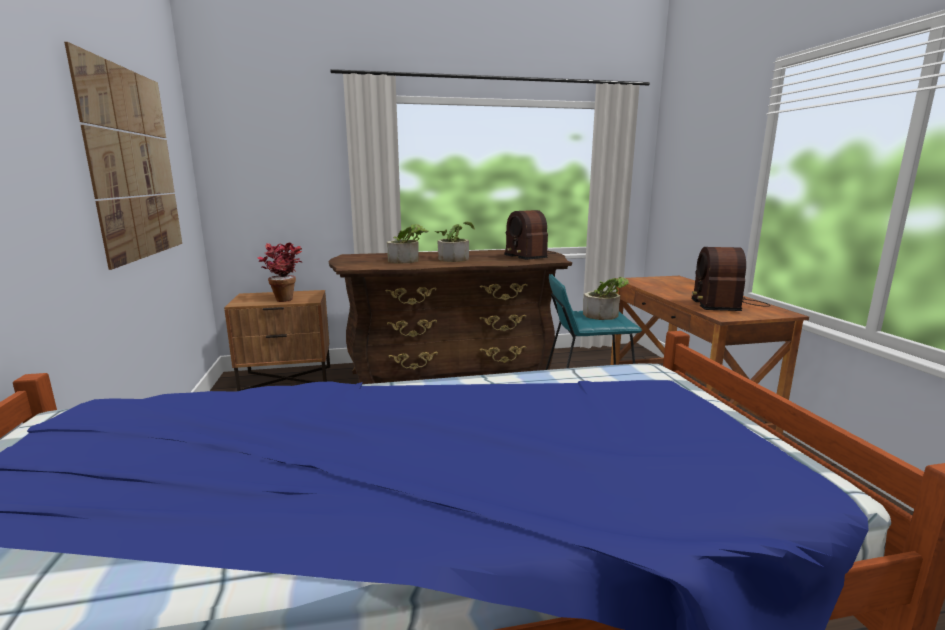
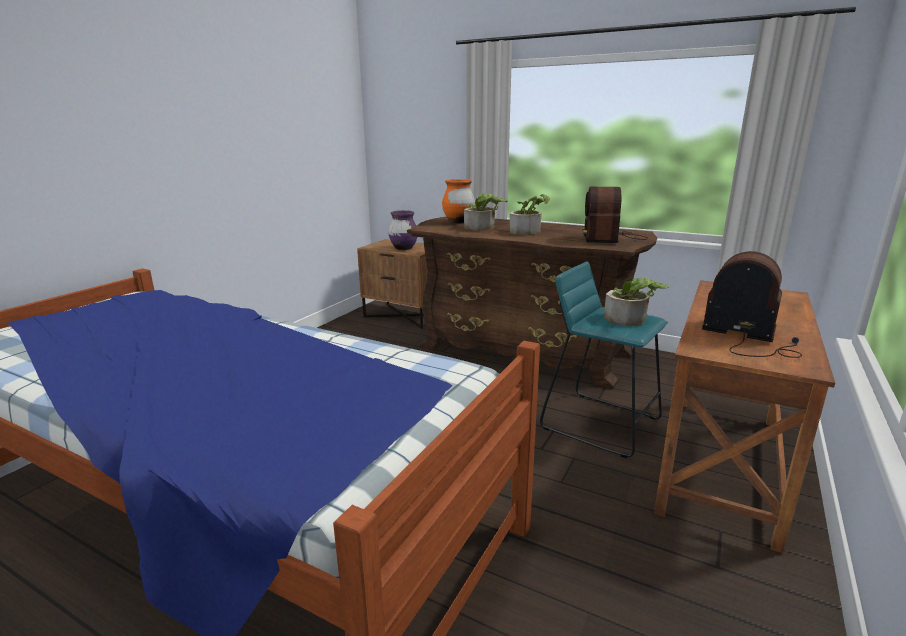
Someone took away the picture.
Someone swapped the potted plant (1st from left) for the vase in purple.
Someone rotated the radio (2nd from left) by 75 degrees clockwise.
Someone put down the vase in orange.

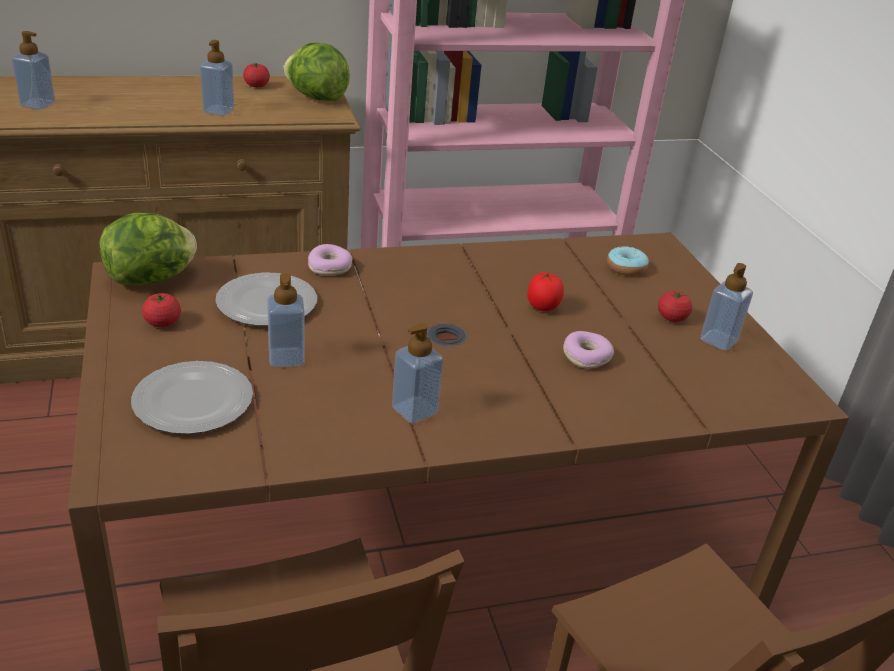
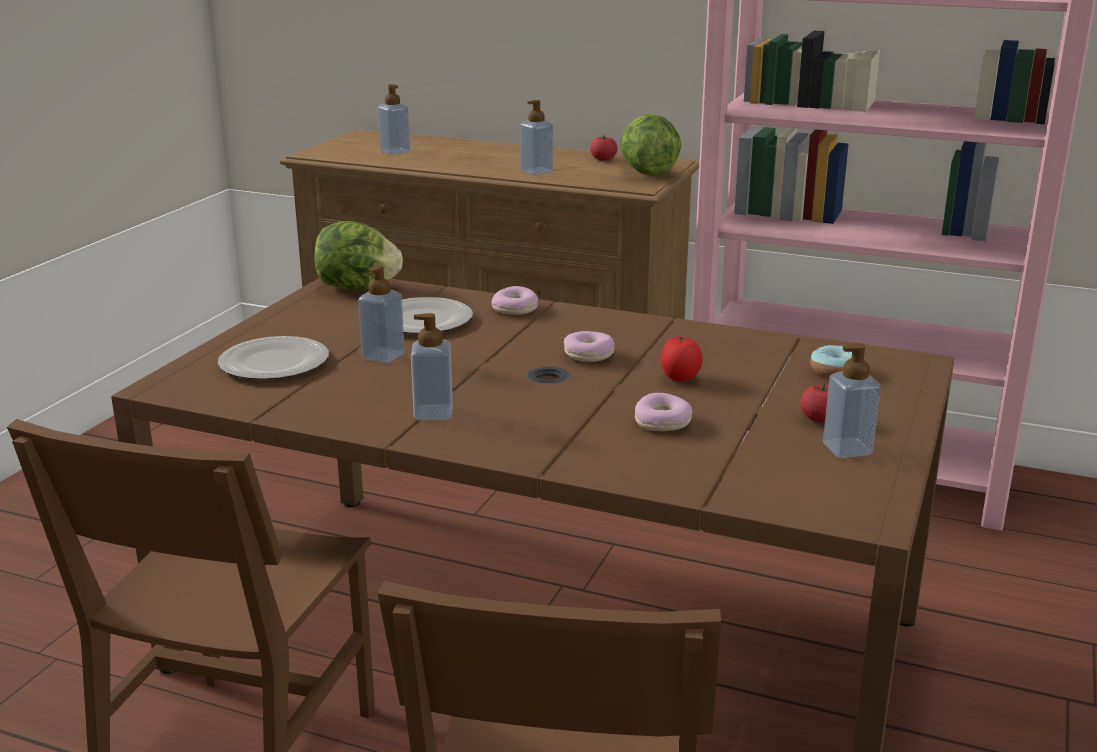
Someone took away the tomato (1st from left).
Someone put down the donut (2nd from left).

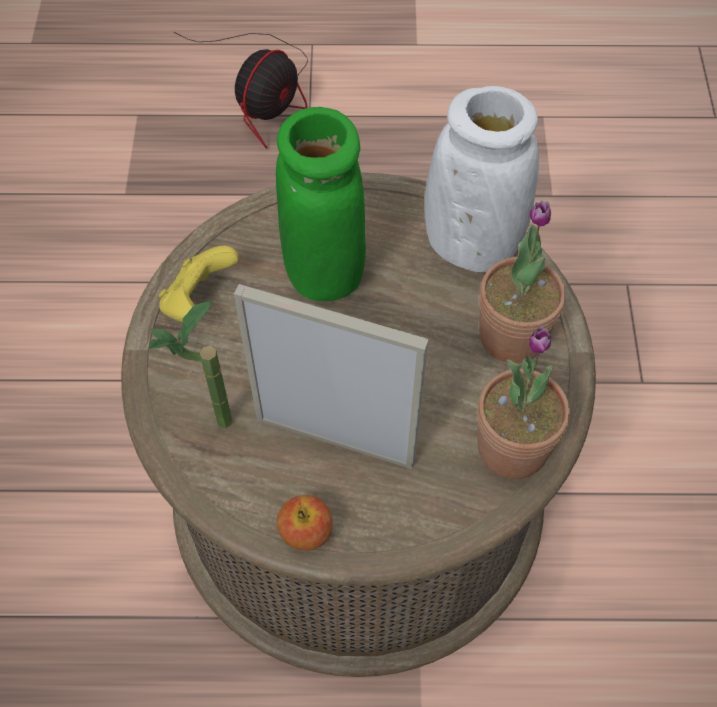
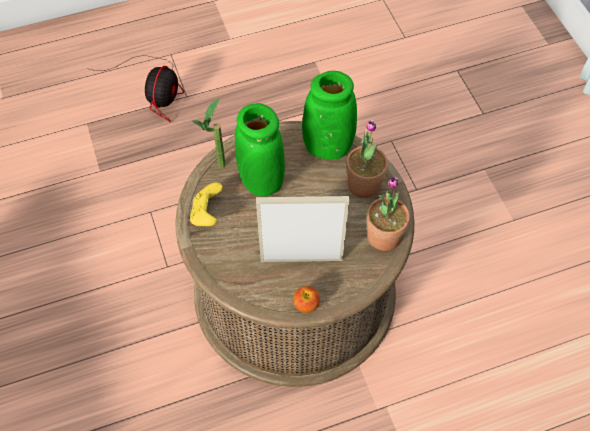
Someone carried the potted plant (1st from left).
Someone repainted the vase in white, which became the vase in green (2nd from left).

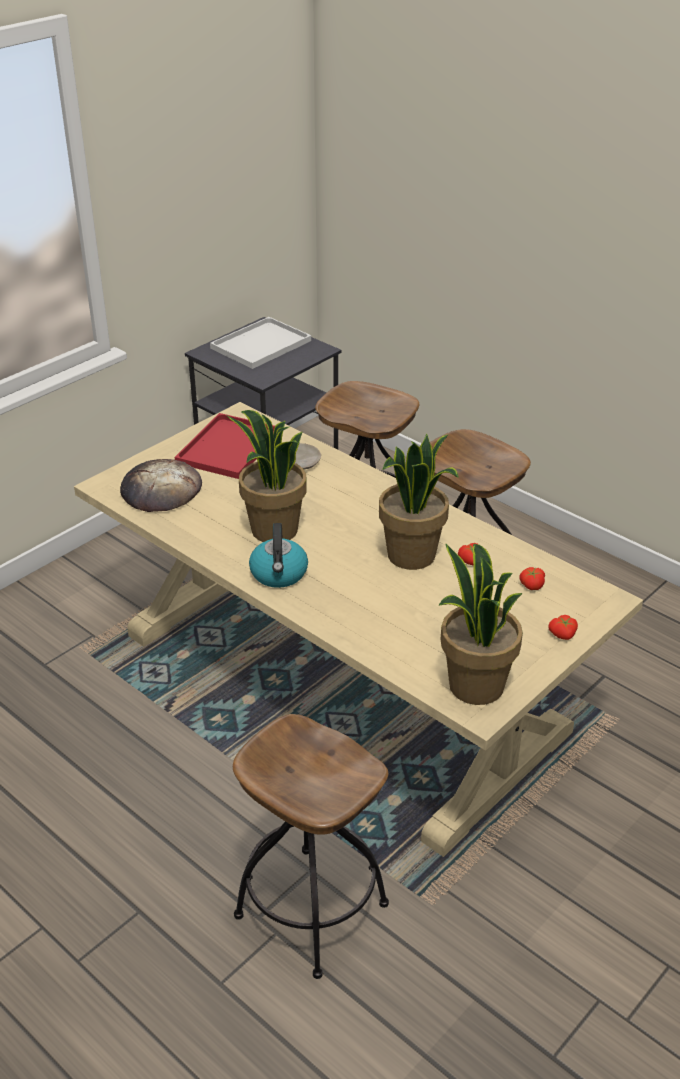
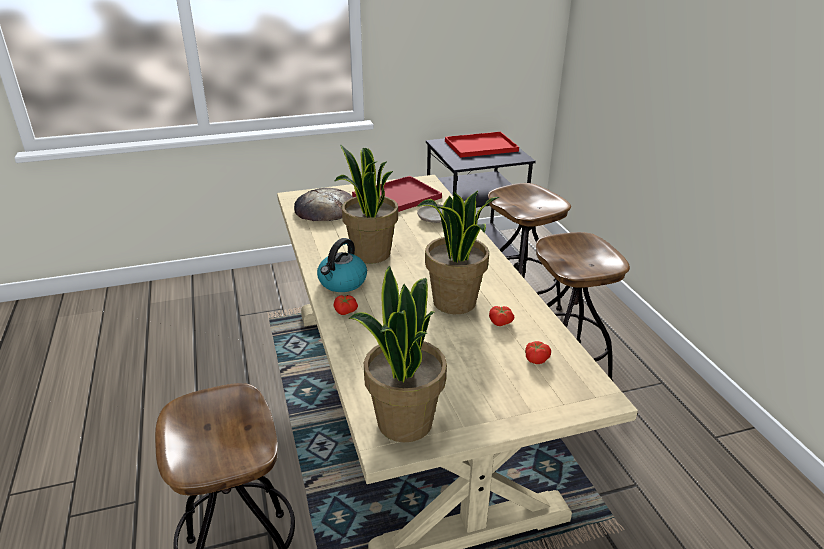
Someone repainted the tray in white, which became the tray in red (2nd from left).
Someone carried the tomato (3rd from left in the first image).

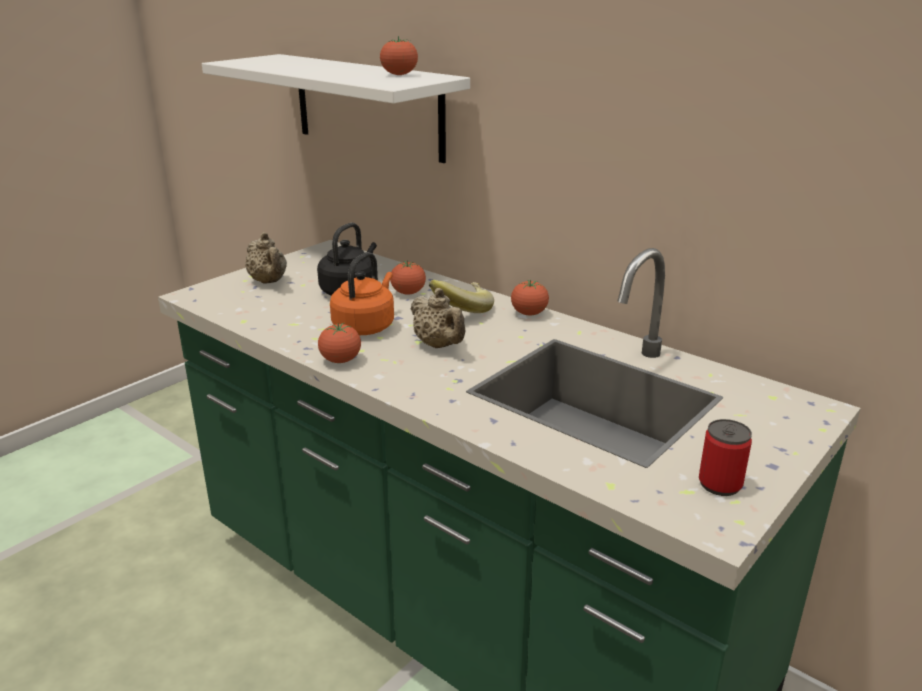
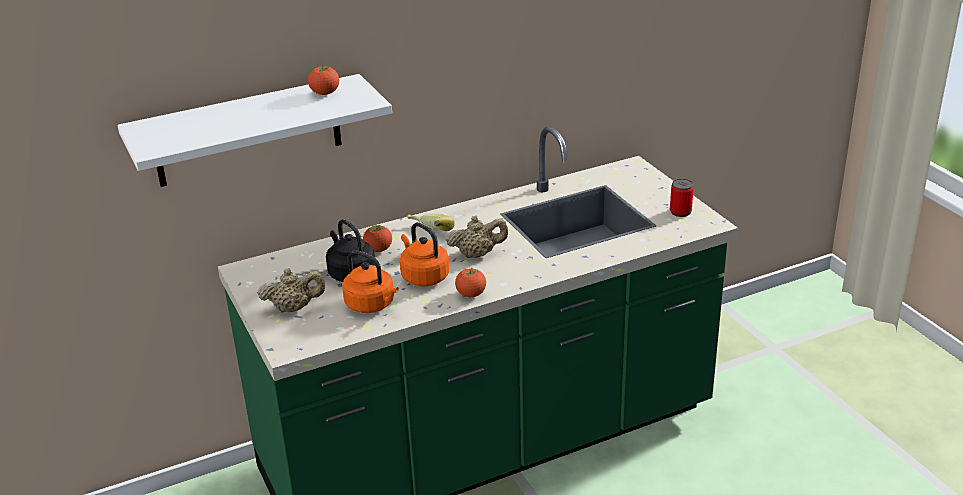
Someone took away the tomato (4th from left).
Someone put down the kettle in orange (1st from left).

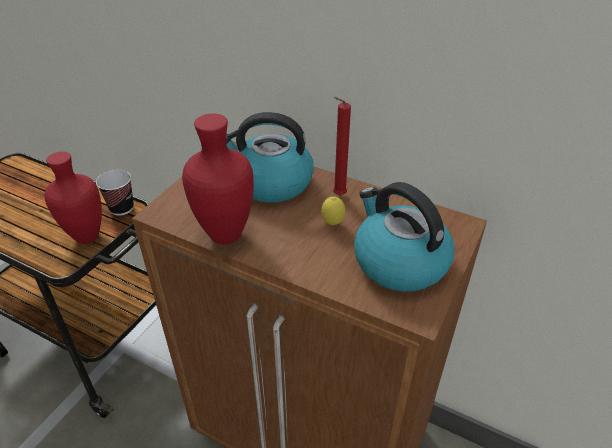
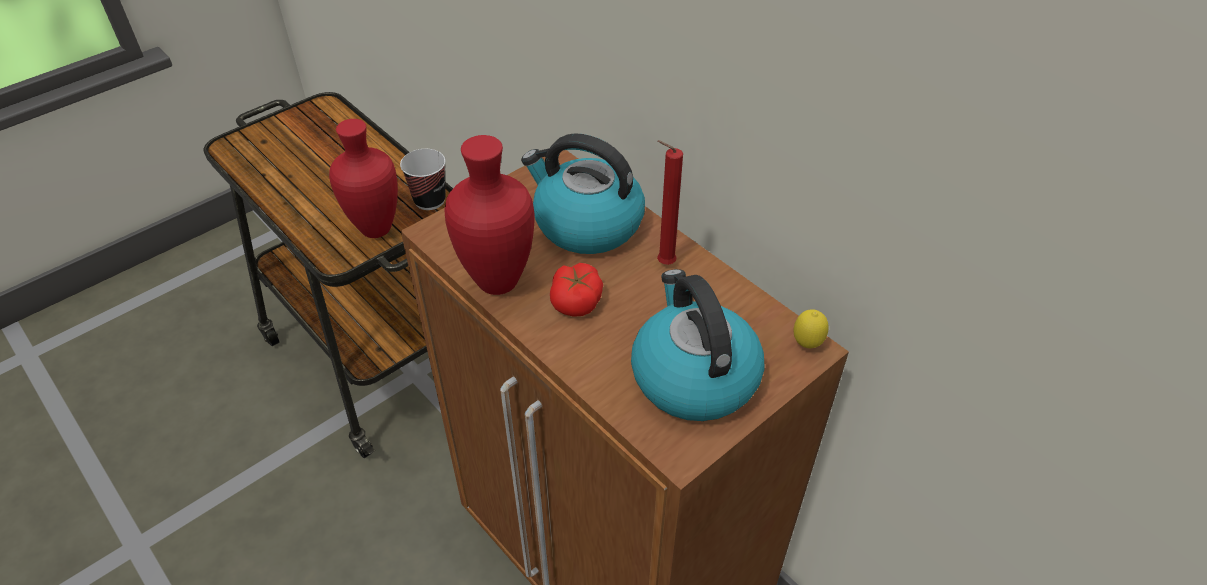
Someone carried the lemon.
Someone put down the tomato.

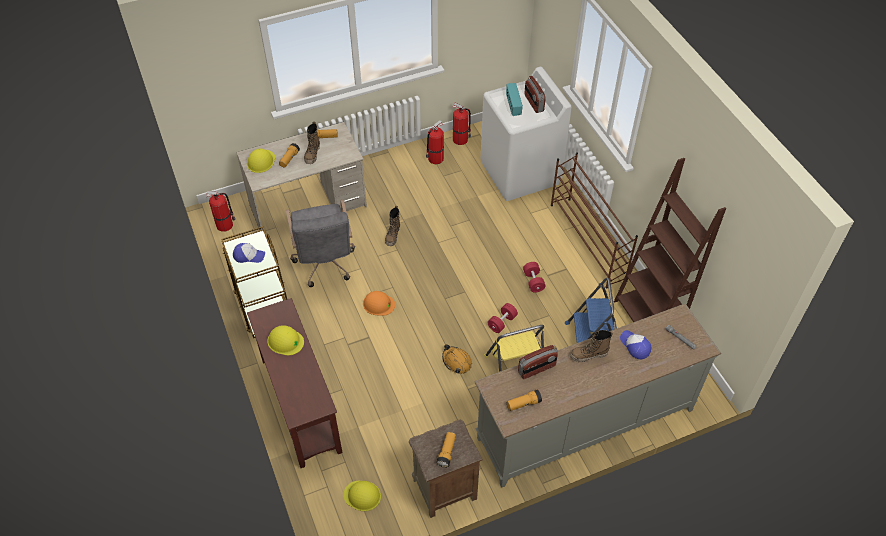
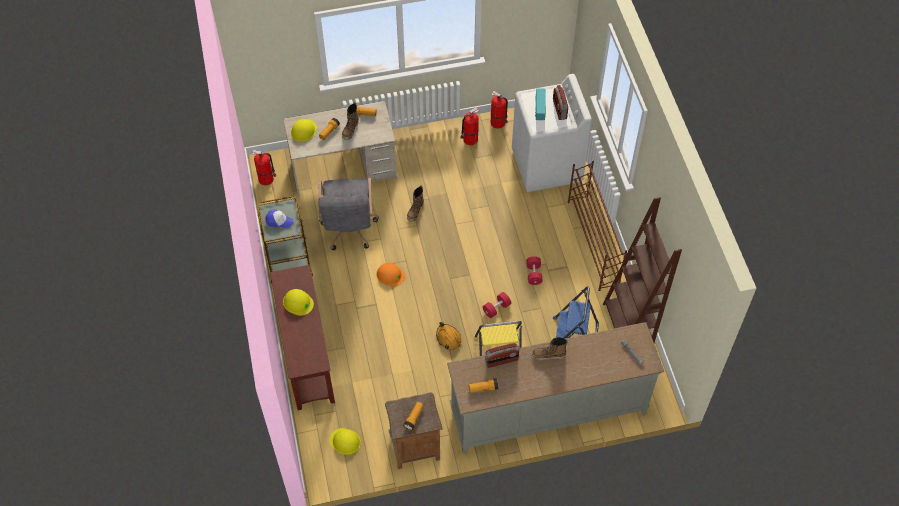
Someone took away the cap (2nd from left).

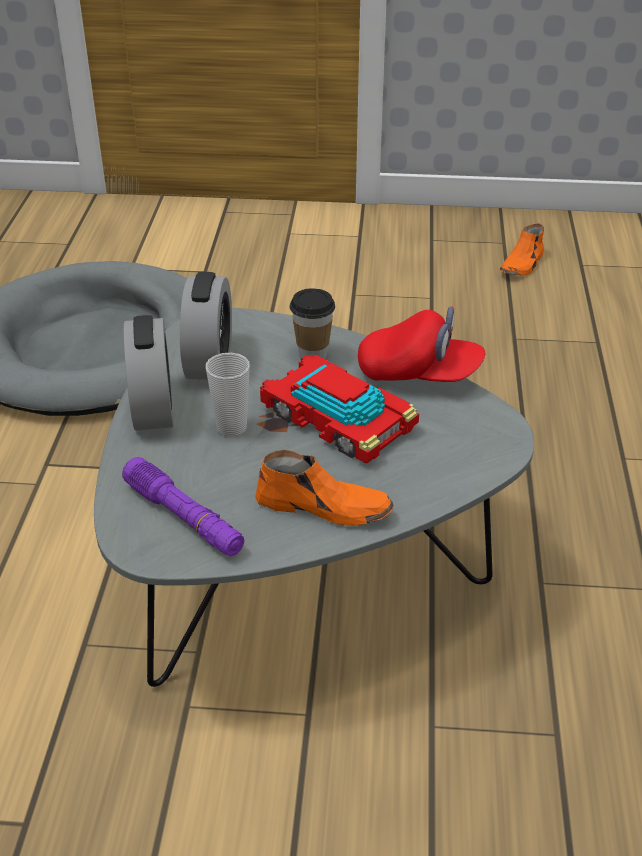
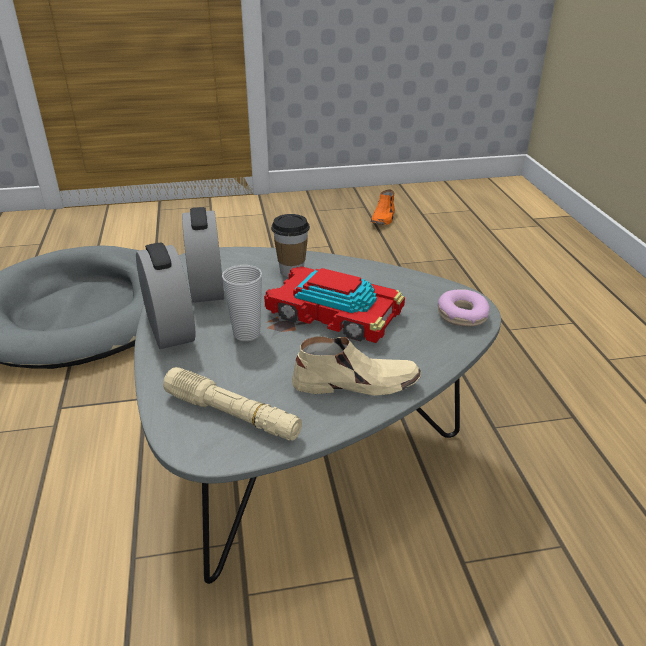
Someone repainted the flashlight in purple, which became the flashlight in beige.
Someone repainted the shoe in orange (1st from left), which became the shoe in beige.
Someone took away the cap in red.
Someone put down the donut.

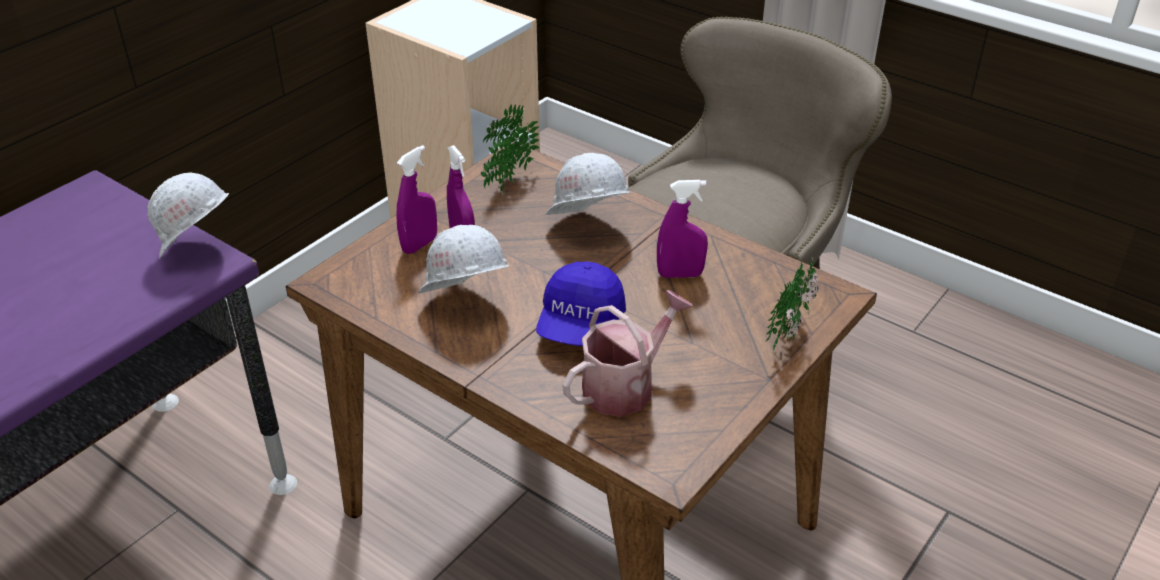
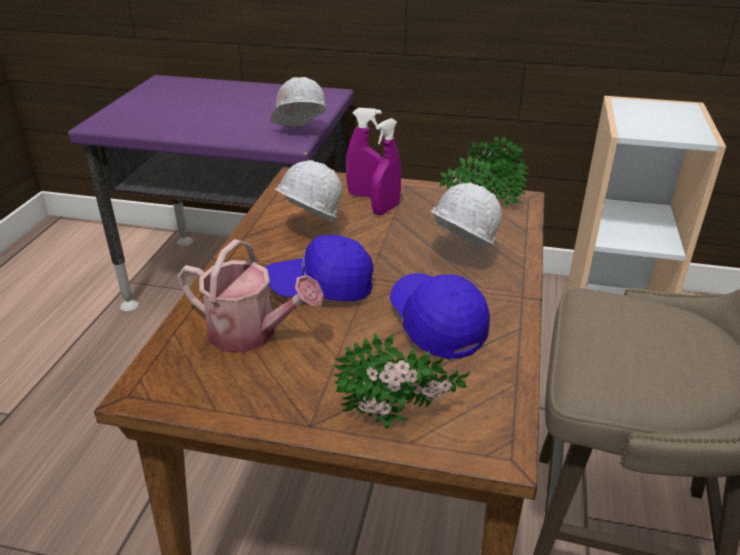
Someone swapped the spray bottle in purple (3rd from left) for the cap in blue (2nd from left).

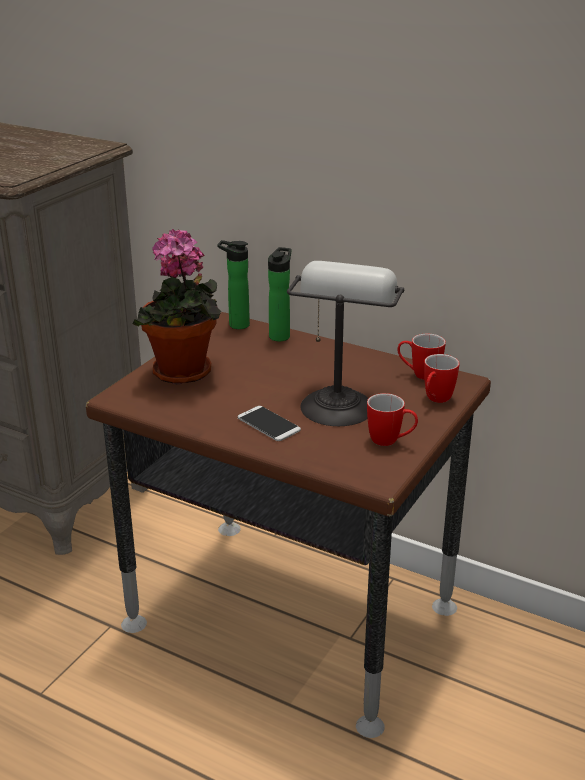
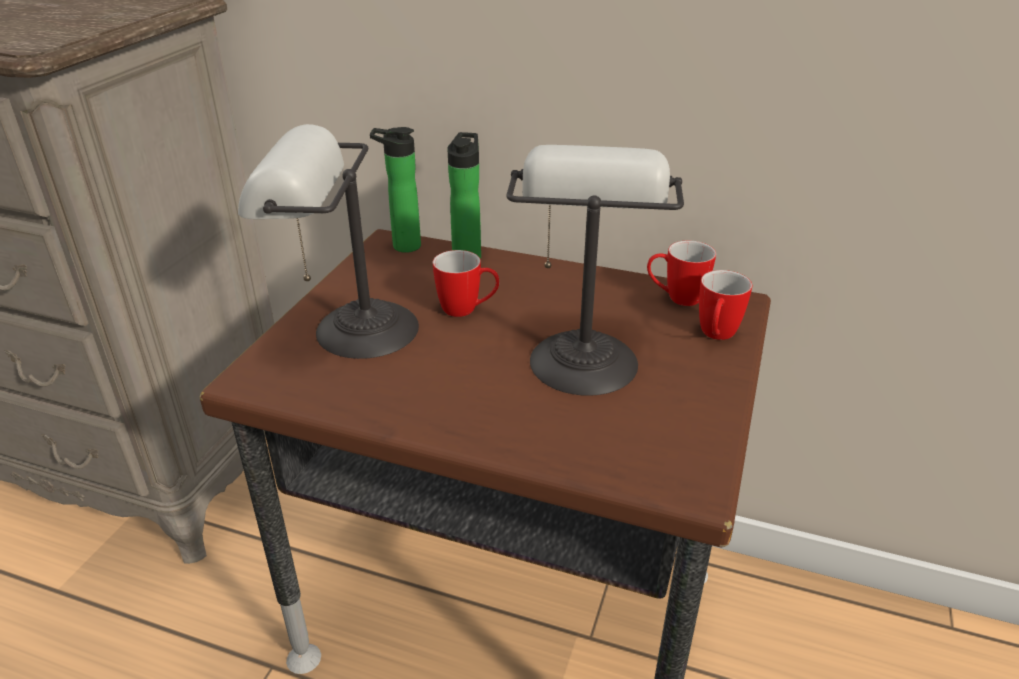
Someone swapped the potted plant for the table lamp (1st from left).
Someone took away the phone.
Someone carried the mug (1st from left).

